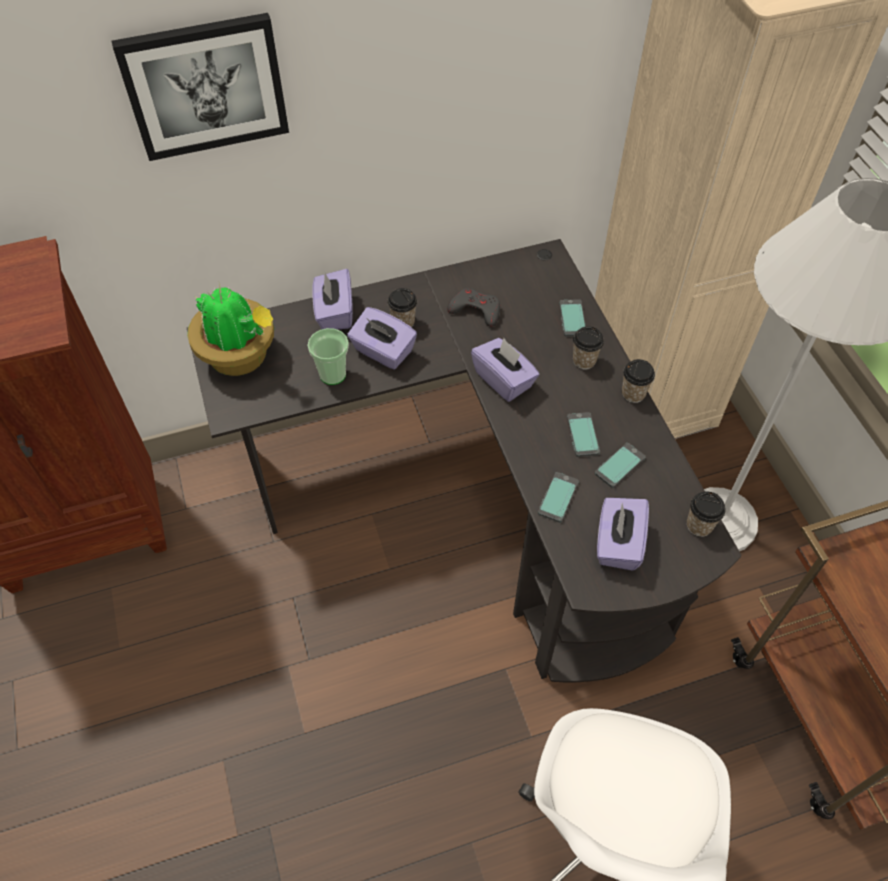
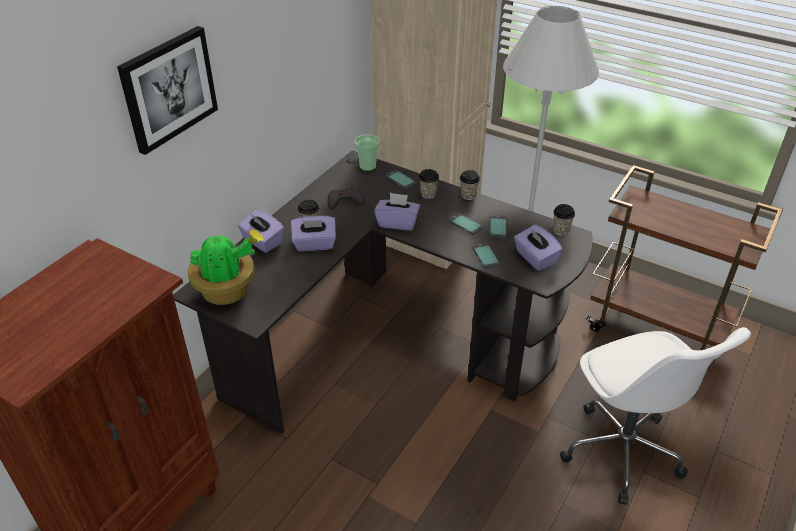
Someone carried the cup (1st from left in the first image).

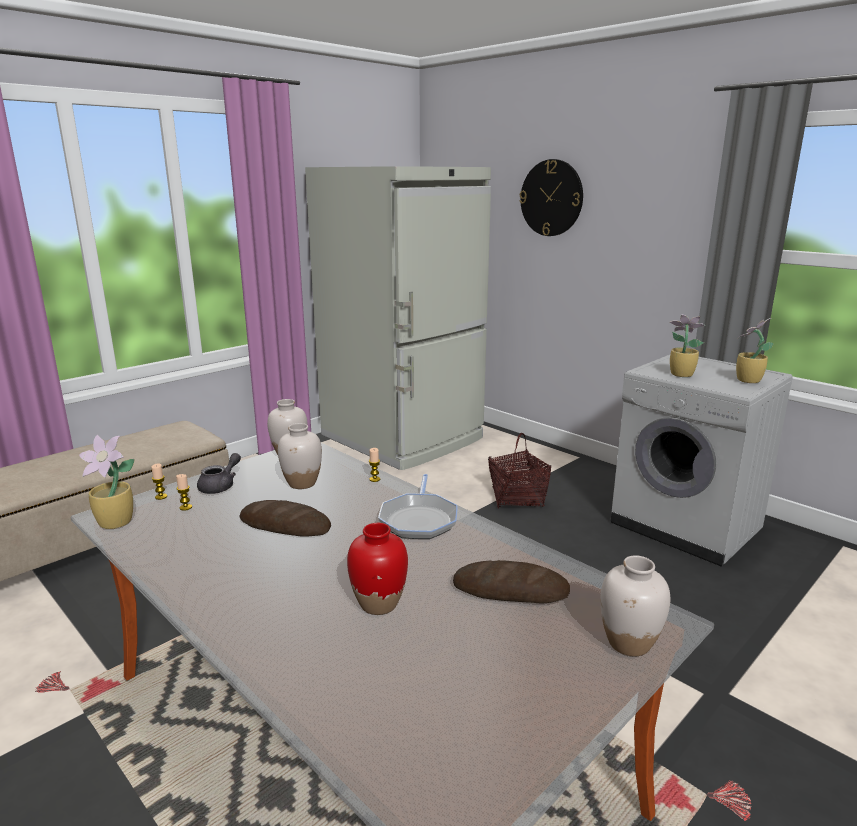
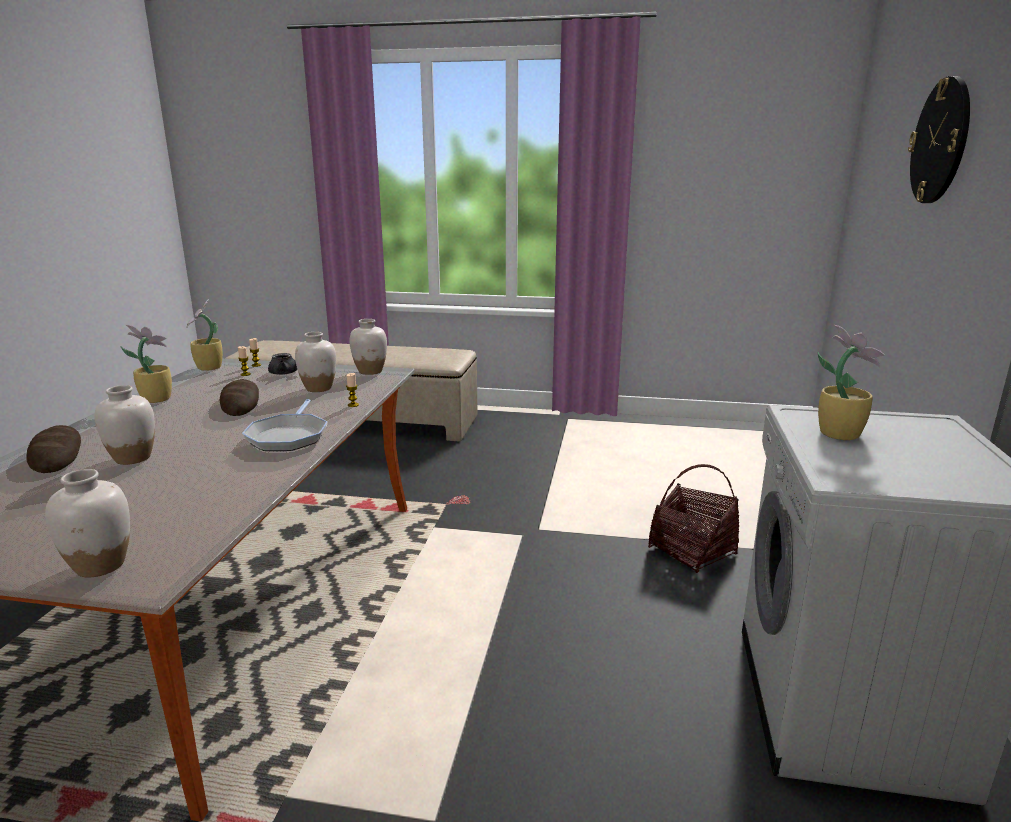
Someone took away the fridge in white.
Someone repainted the vase in red, which became the vase in white (2nd from left).
Someone rotated the frying pan by 60 degrees counterclockwise.
Someone carried the bread (2nd from left in the first image).
Someone carried the potted plant (3rd from left in the first image).

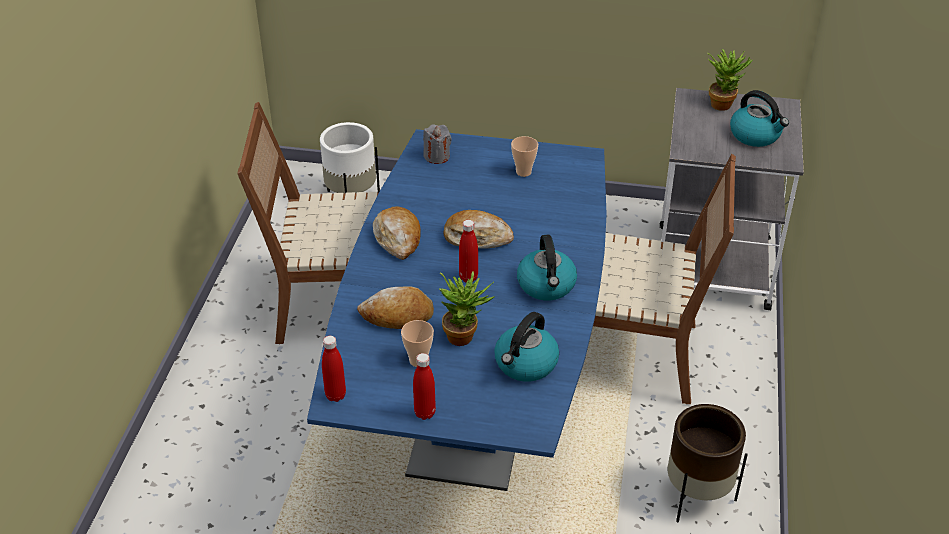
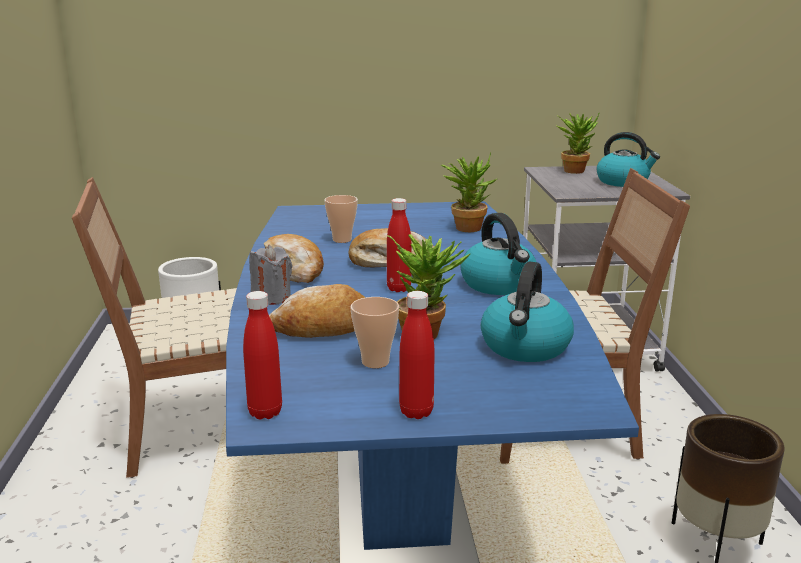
Someone carried the candle in grey.
Someone carried the cup (2nd from left in the first image).
Someone put down the potted plant (2nd from left).

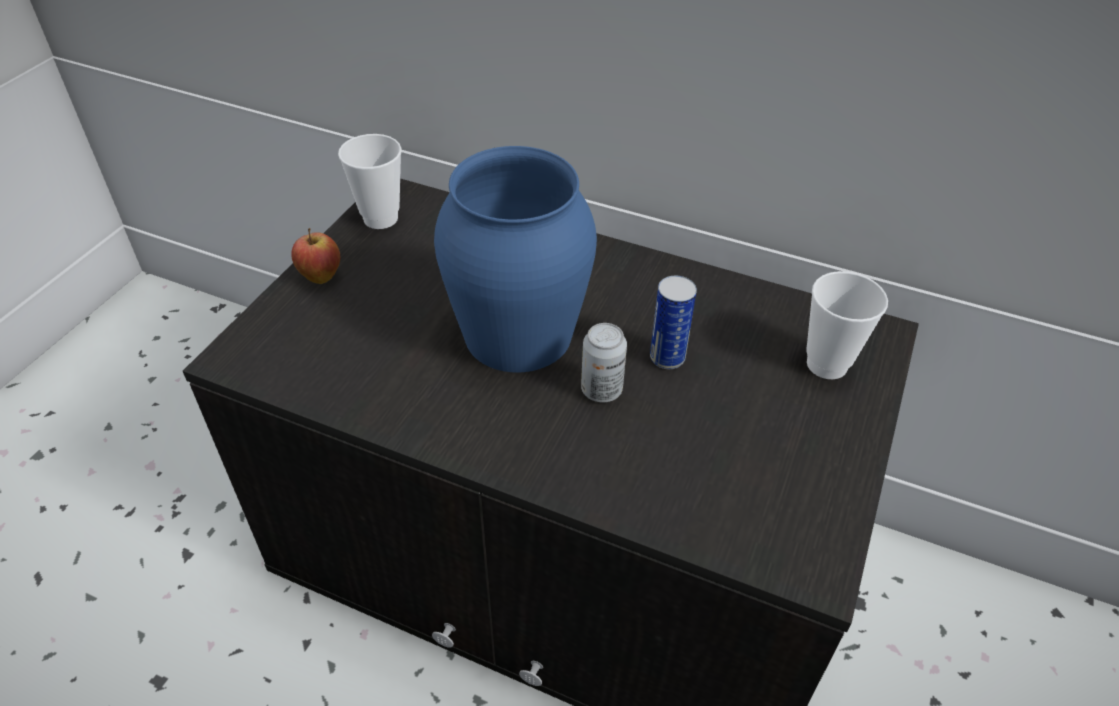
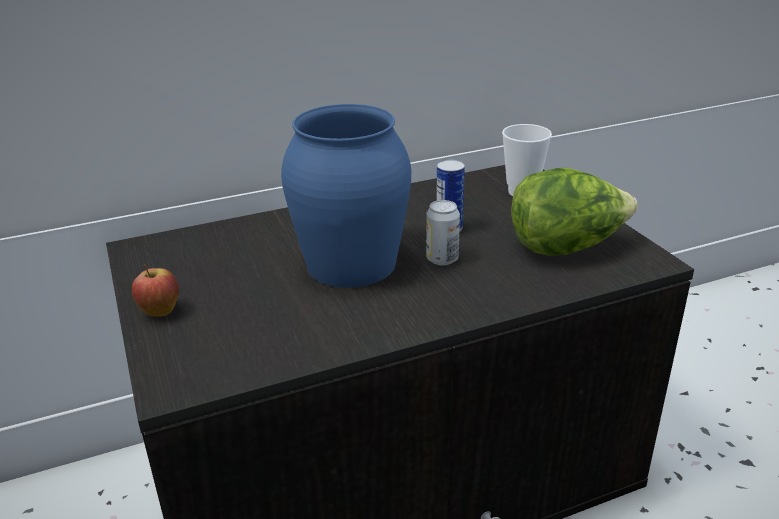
Someone took away the cup (1st from left).
Someone put down the lettuce.

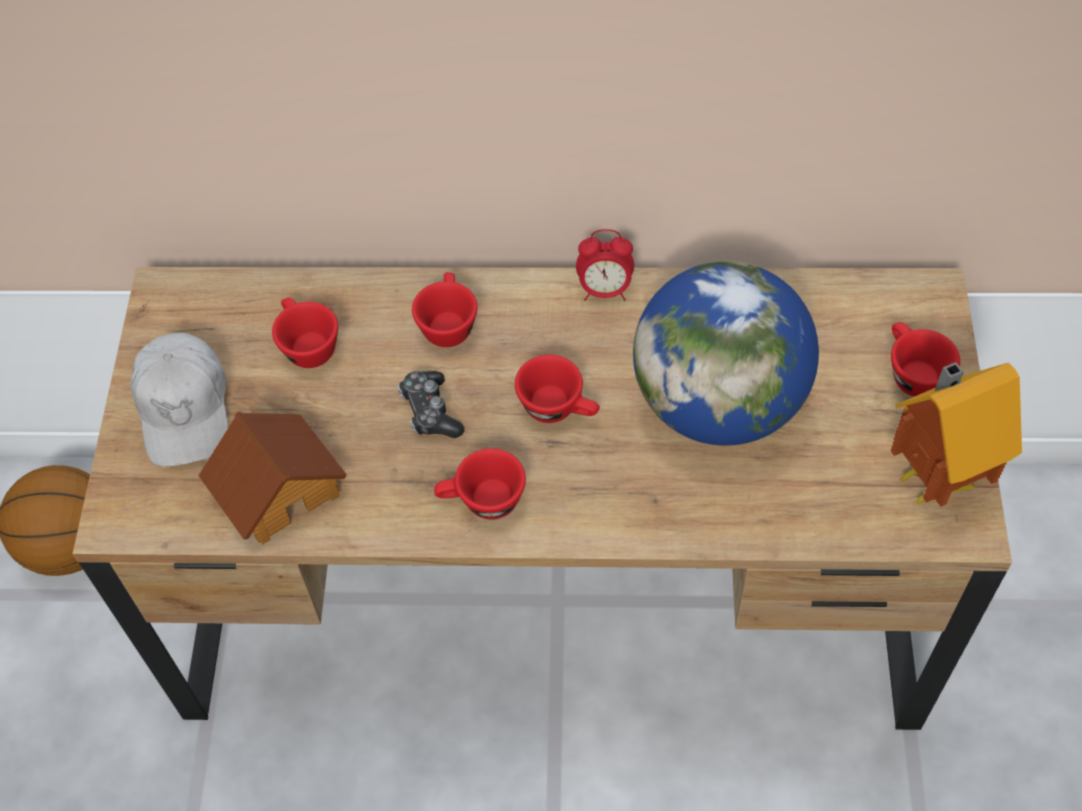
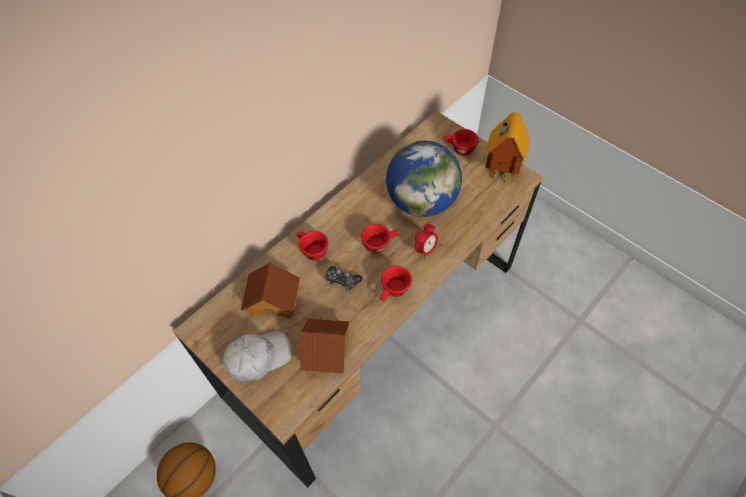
Someone rotated the cap in white by 60 degrees counterclockwise.
Someone swapped the cup in red (1st from left) for the toy house (1st from left).
Someone carried the alarm clock.

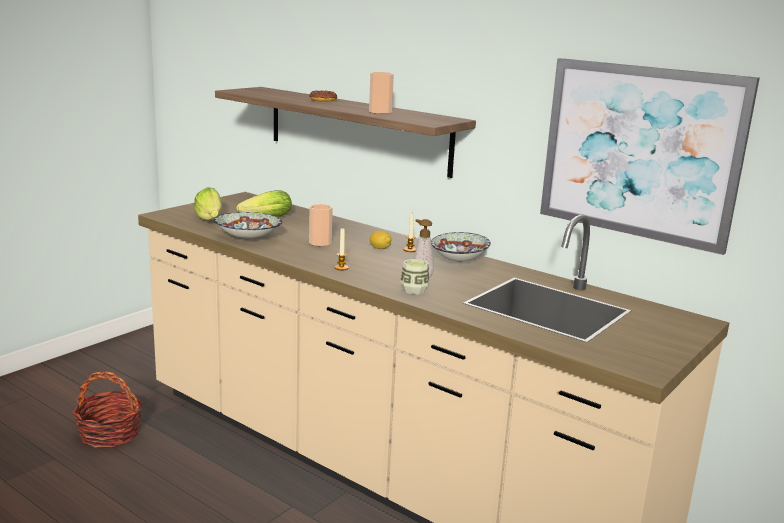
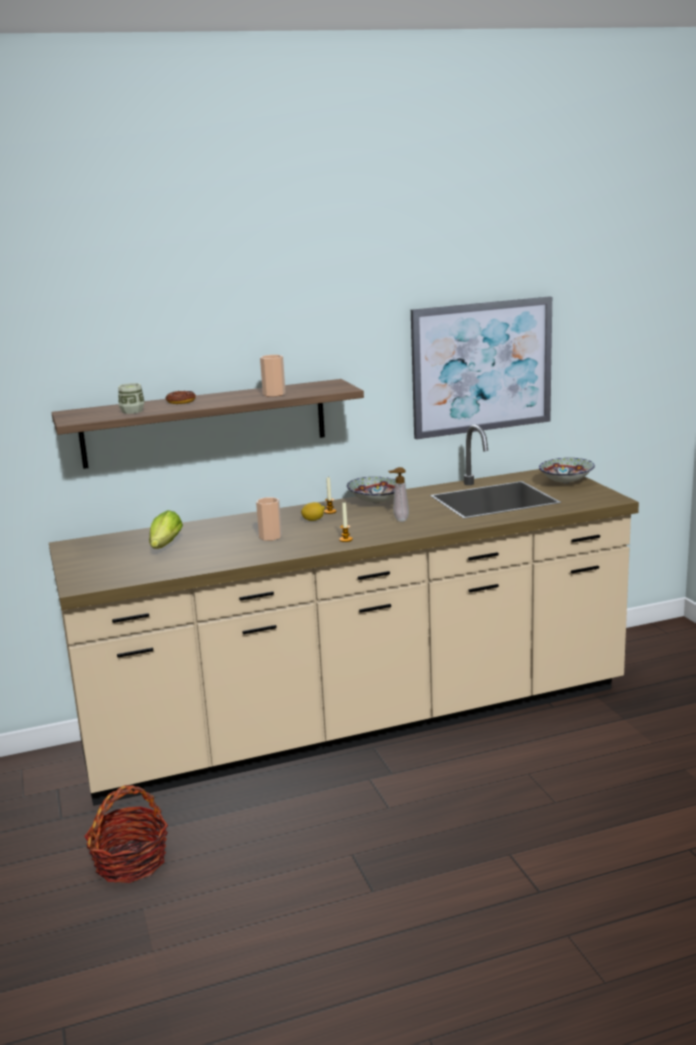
Someone took away the lettuce (1st from left).
Someone carried the bowl (1st from left in the first image).
Someone carried the cup (3rd from left in the first image).

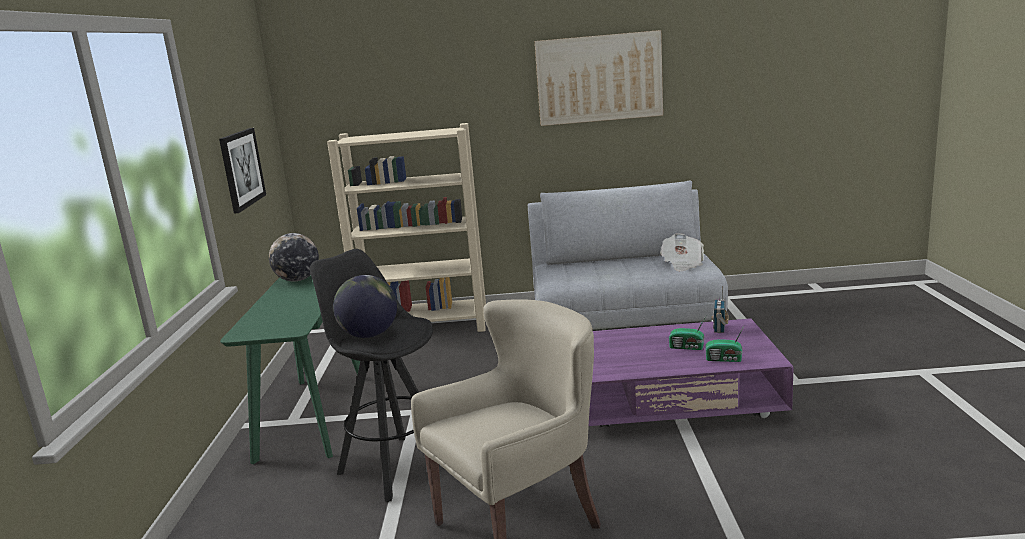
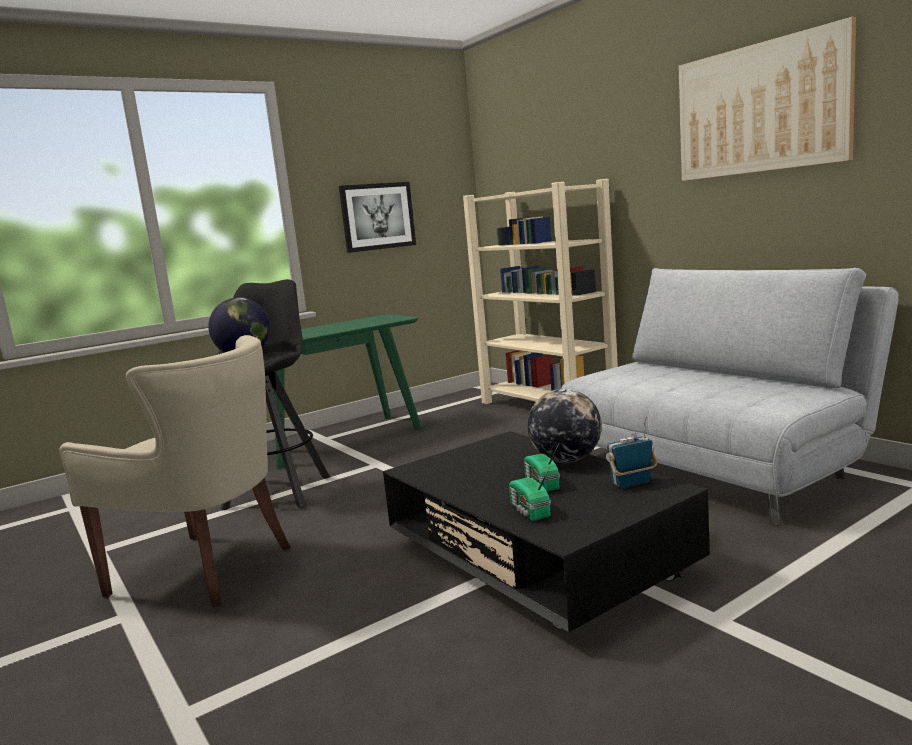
Someone carried the globe (1st from left in the first image).
Someone repainted the coffee table in purple, which became the coffee table in black.
Someone took away the newspaper.

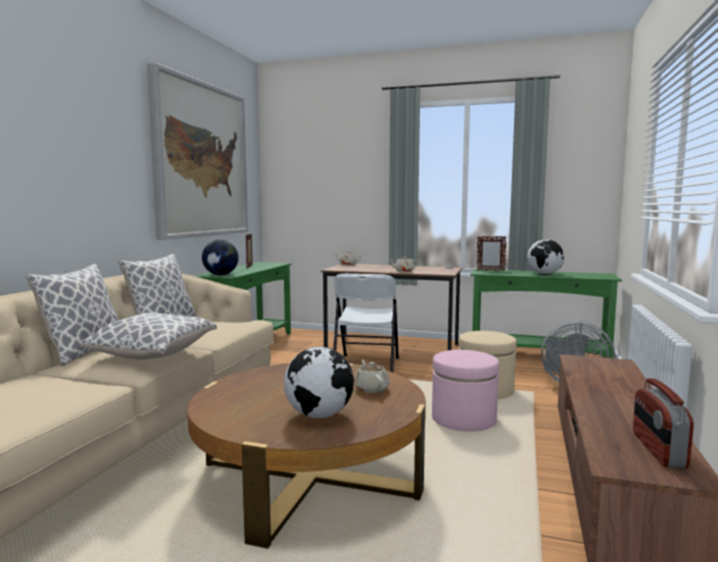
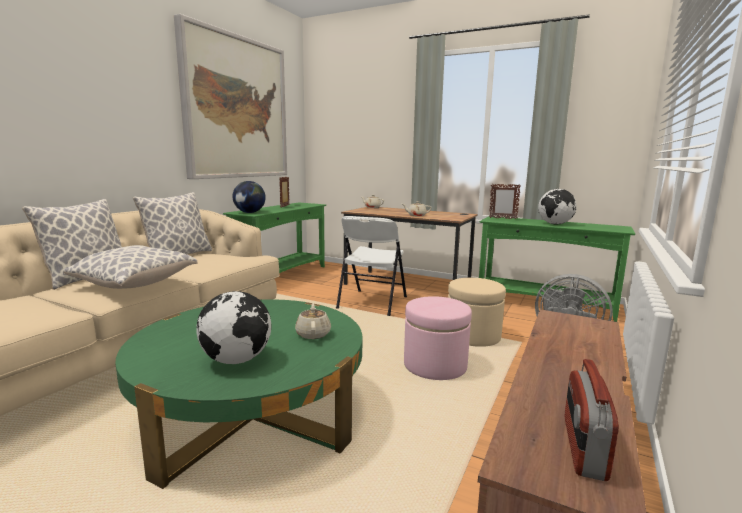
Someone repainted the coffee table in brown, which became the coffee table in green.

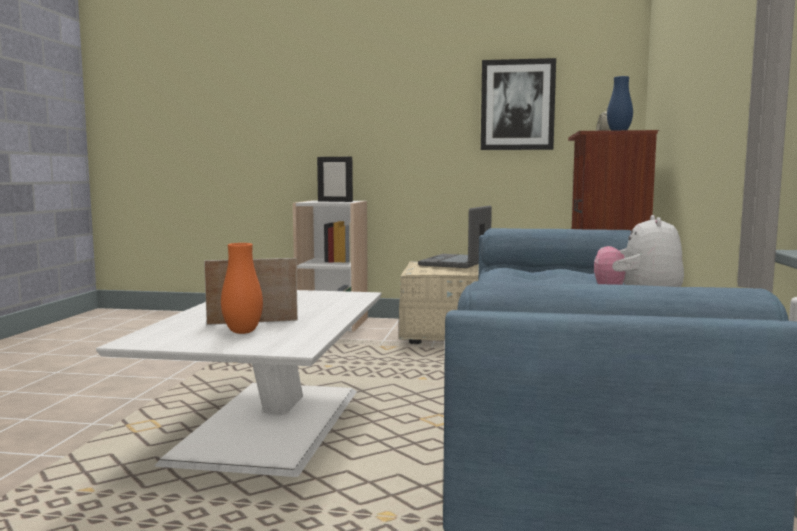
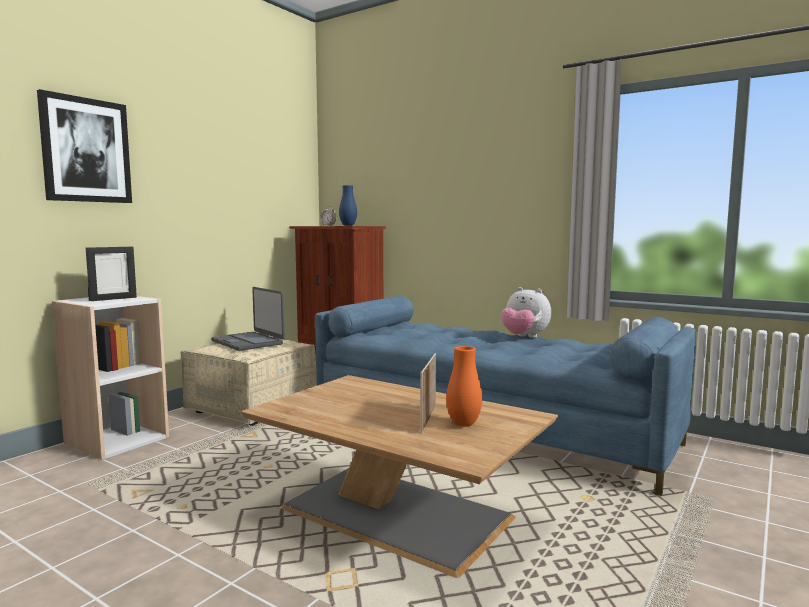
Someone repainted the coffee table in white, which became the coffee table in brown.
Someone carried the picture.

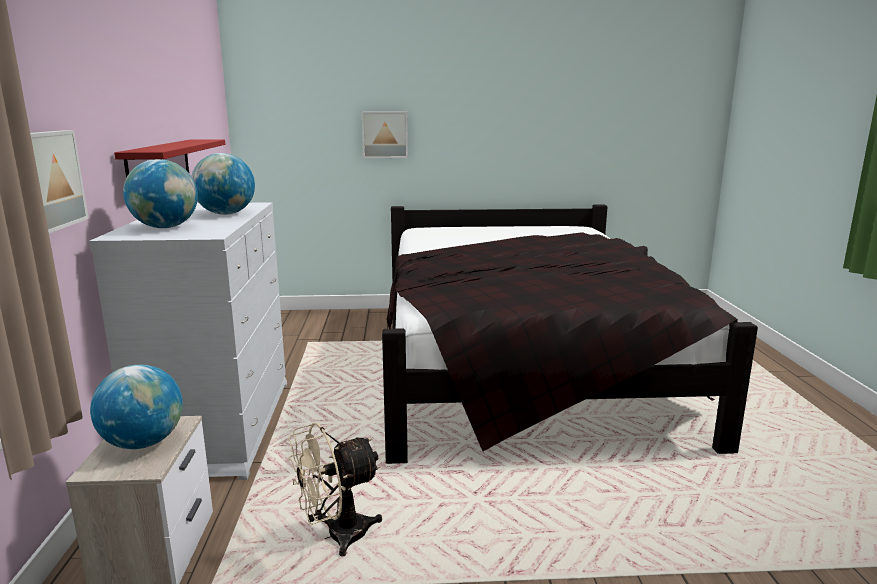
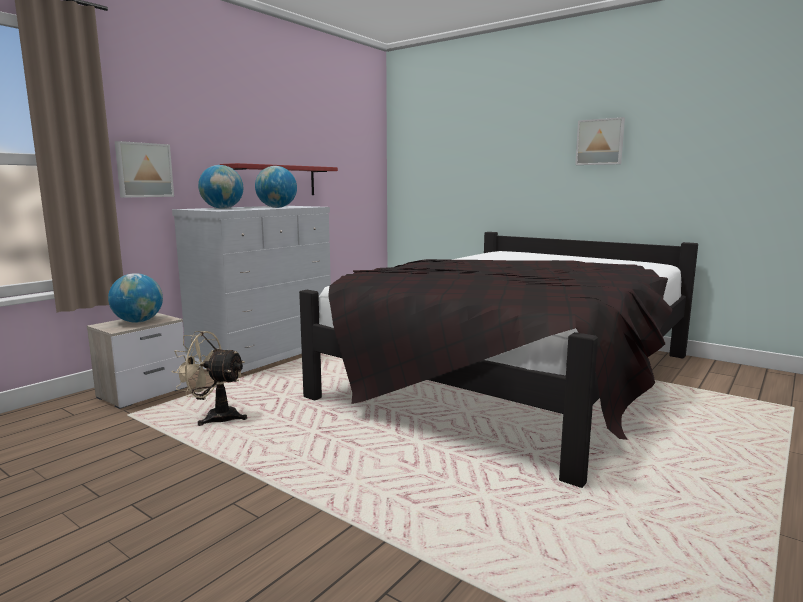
Someone carried the picture (2nd from left).

